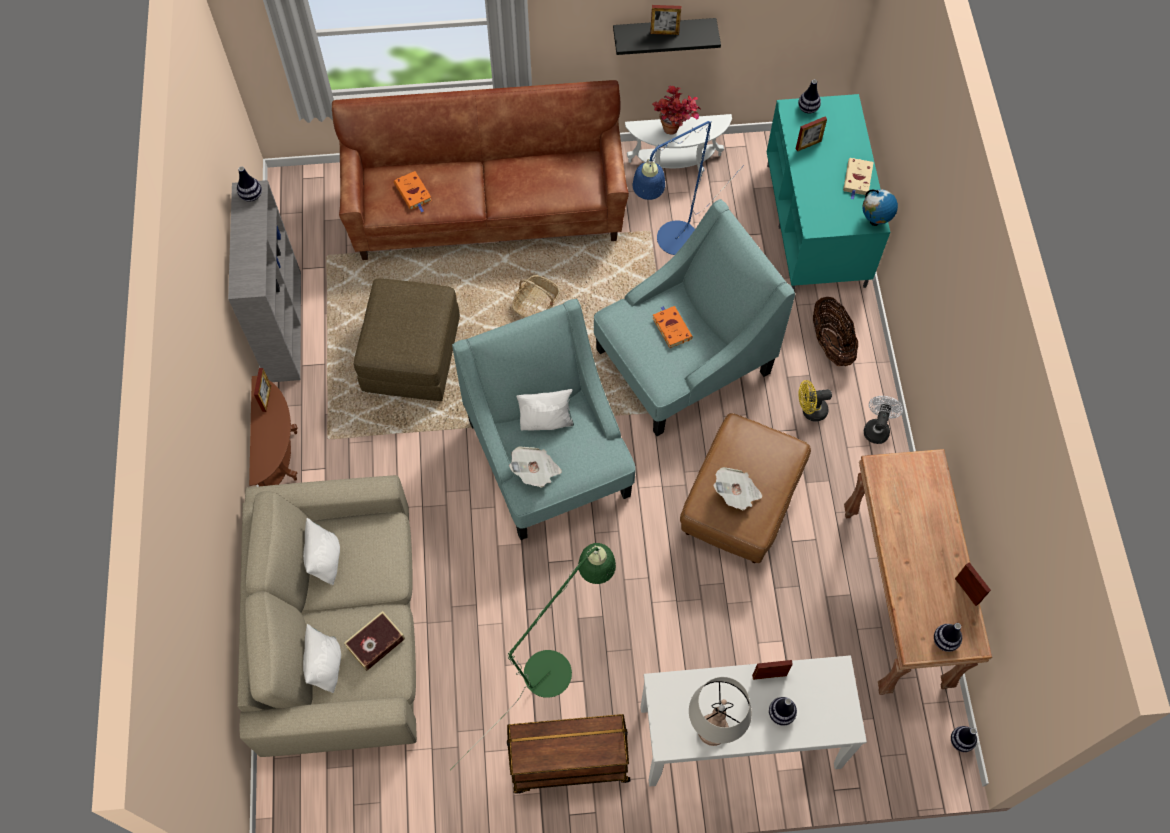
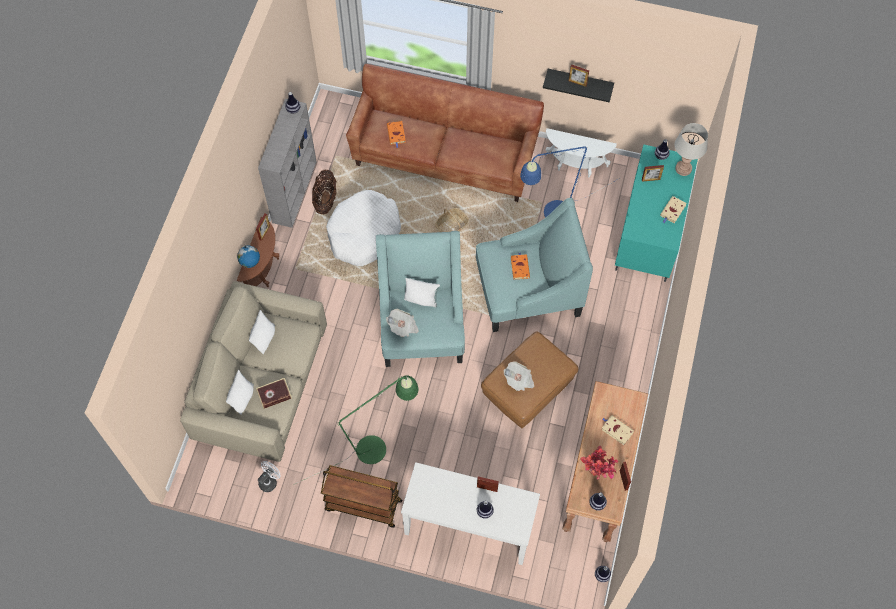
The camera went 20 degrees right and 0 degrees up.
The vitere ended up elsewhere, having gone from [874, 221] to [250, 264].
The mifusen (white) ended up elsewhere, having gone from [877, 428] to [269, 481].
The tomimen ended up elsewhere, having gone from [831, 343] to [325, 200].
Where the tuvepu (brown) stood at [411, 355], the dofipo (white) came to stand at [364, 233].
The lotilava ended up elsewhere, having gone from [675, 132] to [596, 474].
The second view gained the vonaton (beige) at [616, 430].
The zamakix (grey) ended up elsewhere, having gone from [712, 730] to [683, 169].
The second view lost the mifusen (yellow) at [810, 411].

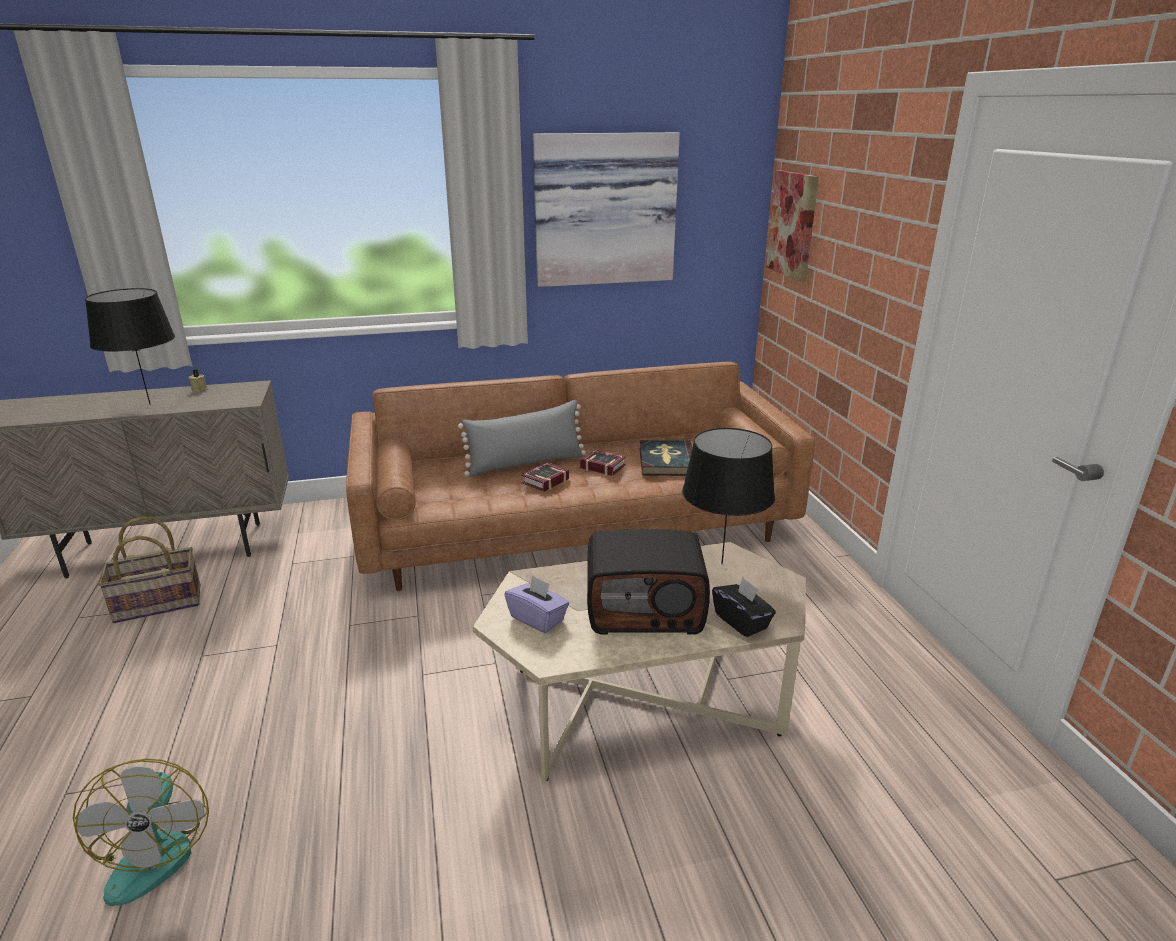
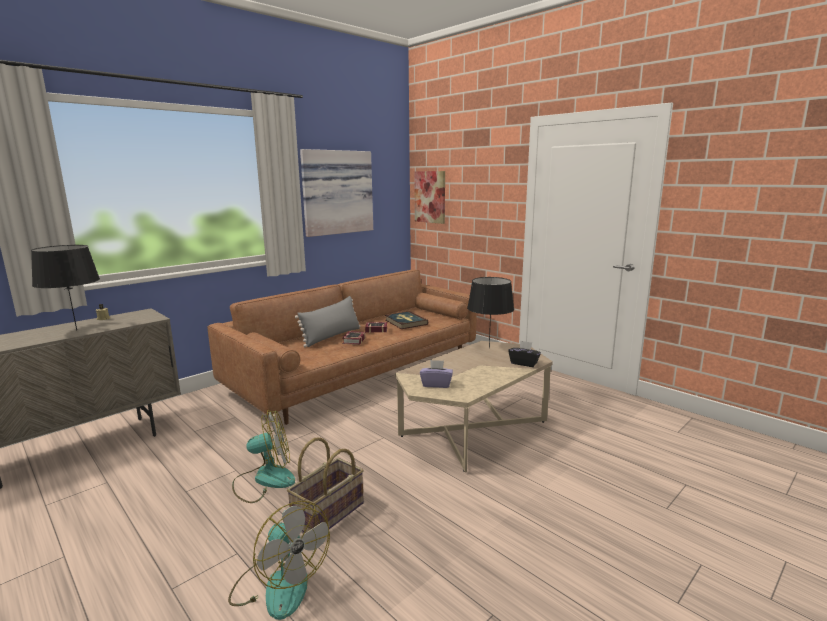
The camera went 30 degrees left and 10 degrees down.
The second view gained the mifusen at [264, 480].
The tomimen ended up elsewhere, having gone from [157, 604] to [329, 514].
The second view lost the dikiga at [645, 609].

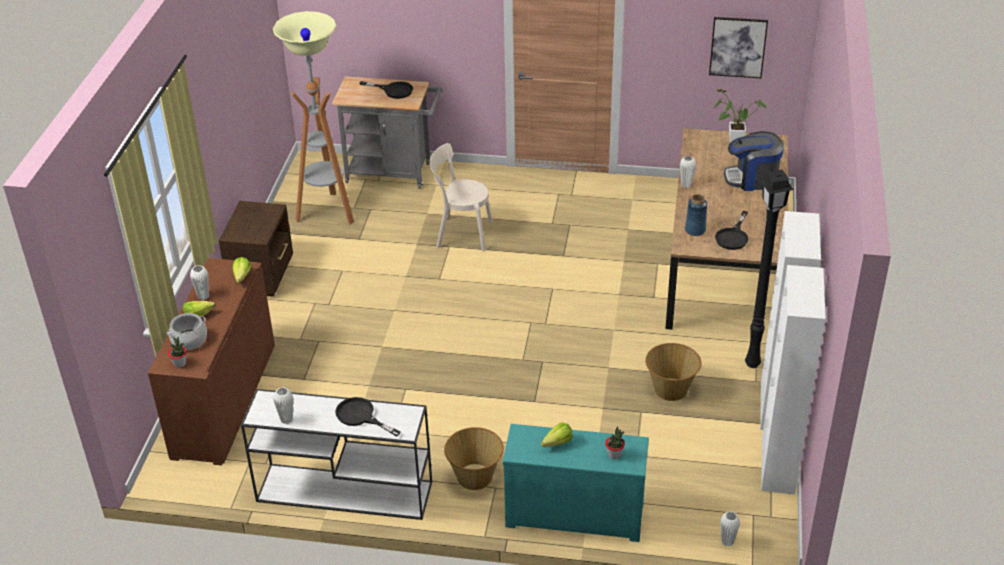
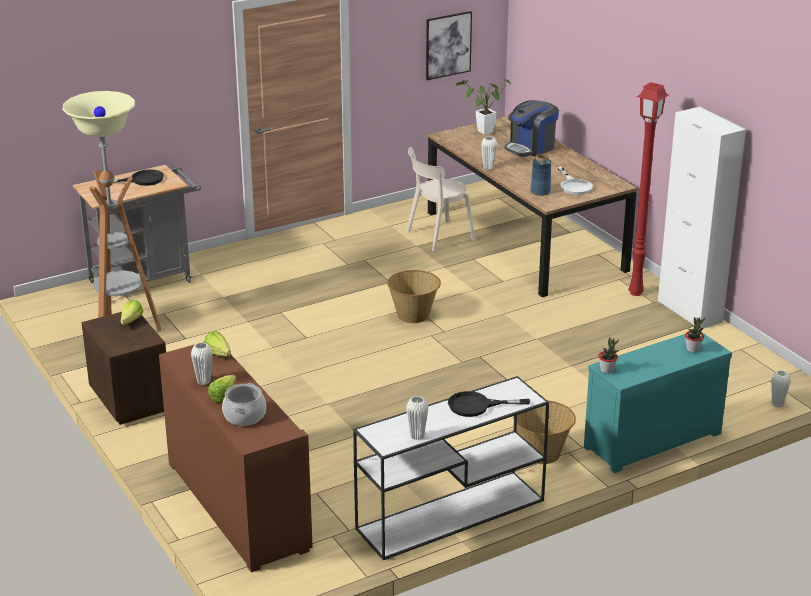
The camera went 40 degrees left and 10 degrees down.
The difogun ended up elsewhere, having gone from [555, 444] to [129, 323].
The tomimen ended up elsewhere, having gone from [670, 390] to [413, 315].
The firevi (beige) ended up elsewhere, having gone from [461, 234] to [437, 236].
What was the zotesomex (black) at [733, 236] turned into the zotesomex (white) at [574, 185].
The lotilava ended up elsewhere, having gone from [180, 364] to [607, 370].
What was the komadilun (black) at [753, 364] turned into the komadilun (red) at [637, 293].
The second view lost the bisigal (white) at [778, 465].

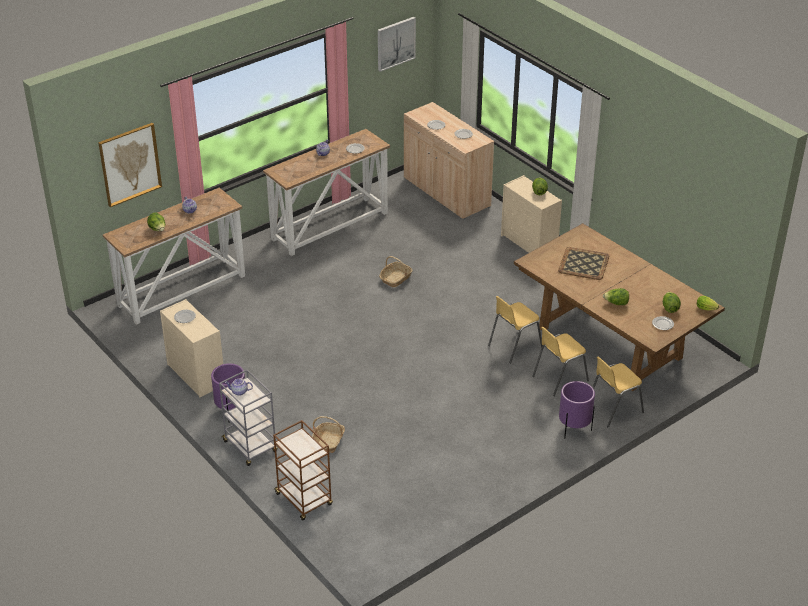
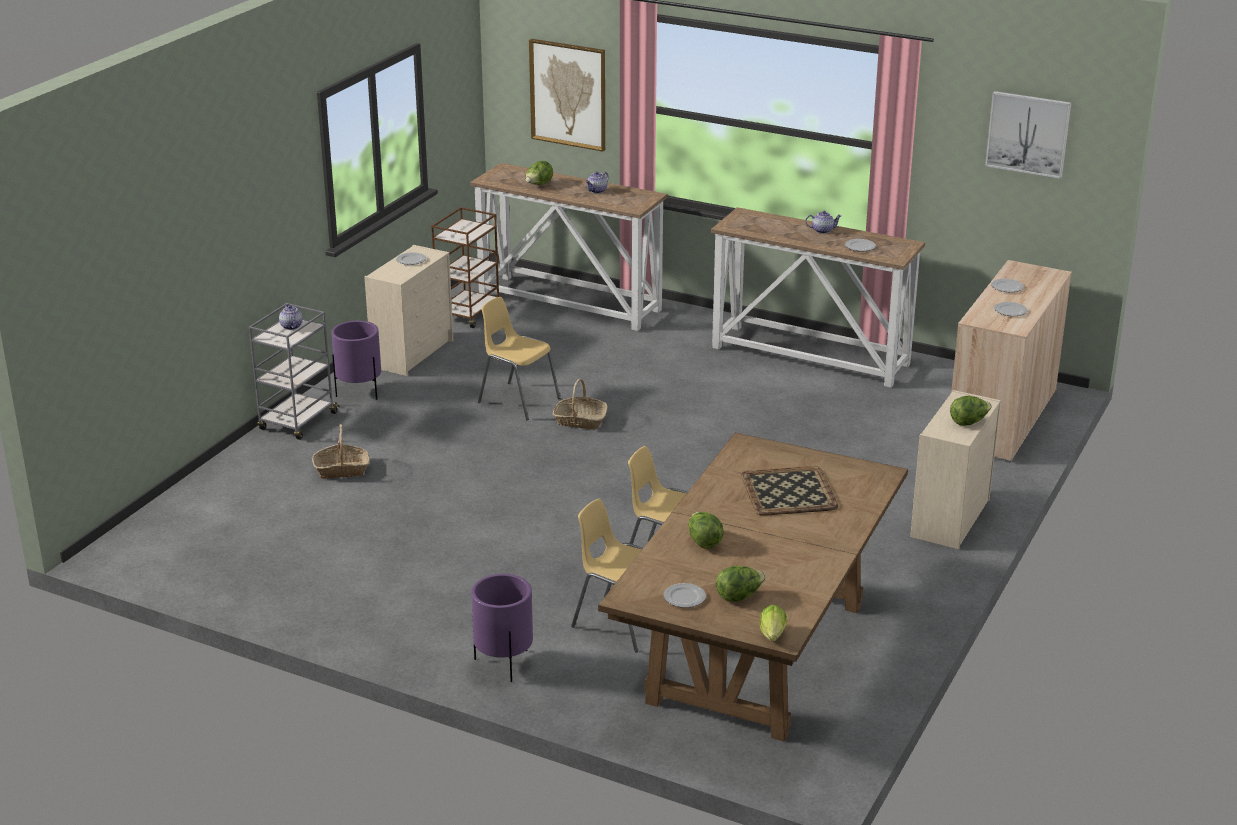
The camera went 65 degrees right and 10 degrees down.
The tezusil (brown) ended up elsewhere, having gone from [304, 500] to [468, 314].
The firevi (yellow) ended up elsewhere, having gone from [613, 409] to [518, 400].
The tomimen ended up elsewhere, having gone from [395, 278] to [580, 421].

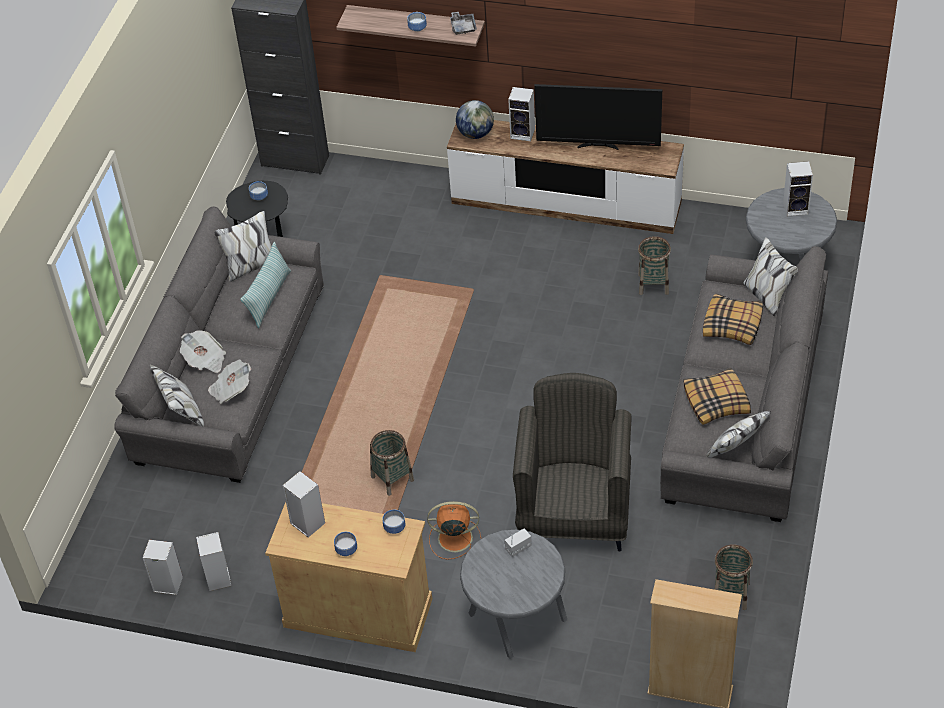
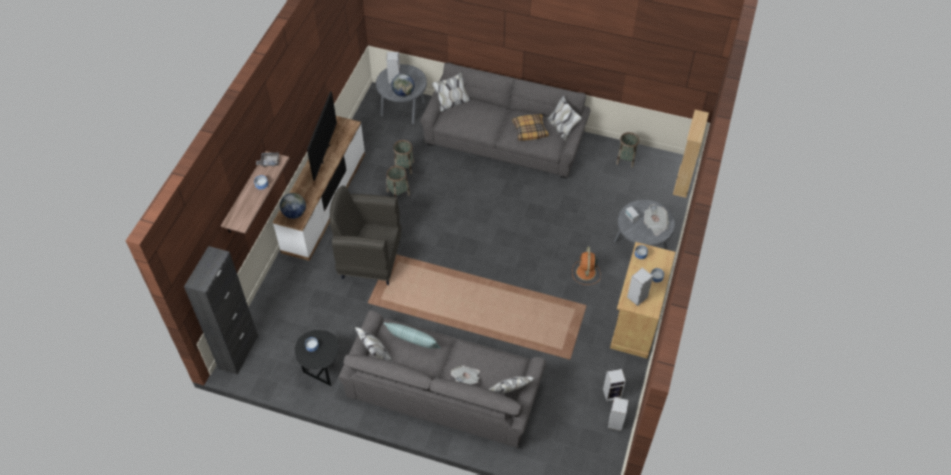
The camera went 90 degrees left and 5 degrees up.
The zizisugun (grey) ended up elsewhere, having gone from [574, 513] to [369, 259].
The tomimen ended up elsewhere, having gone from [392, 478] to [398, 193].
The second view gained the vitere at [403, 93].
The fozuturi ended up elsewhere, having gone from [231, 389] to [655, 224].
The second view lost the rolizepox at [523, 133].
The second view lost the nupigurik at [733, 325].

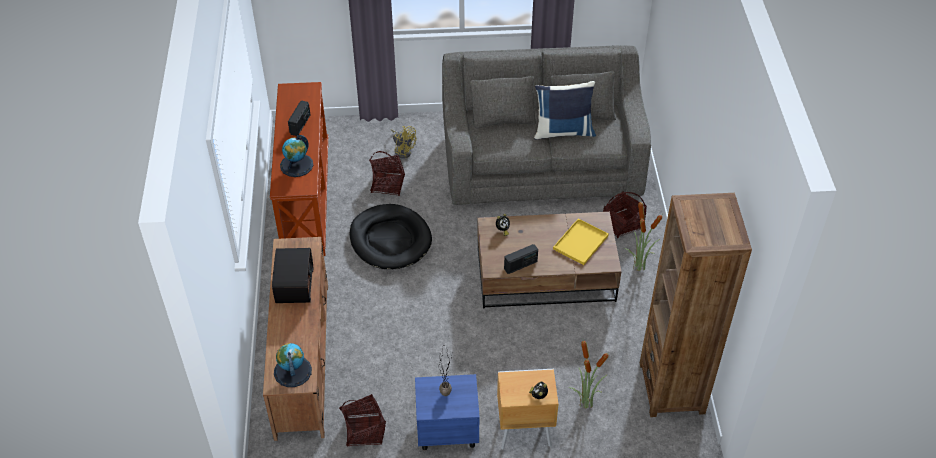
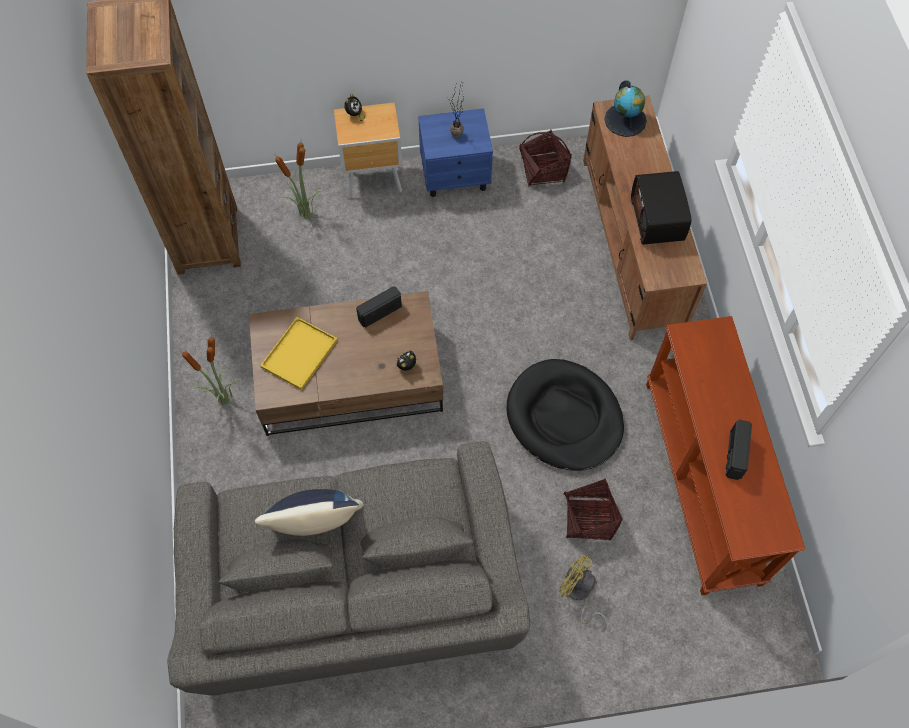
The camera went 175 degrees right and 15 degrees up.
The second view lost the vitere at [296, 165].
The second view lost the tomimen at [622, 224].

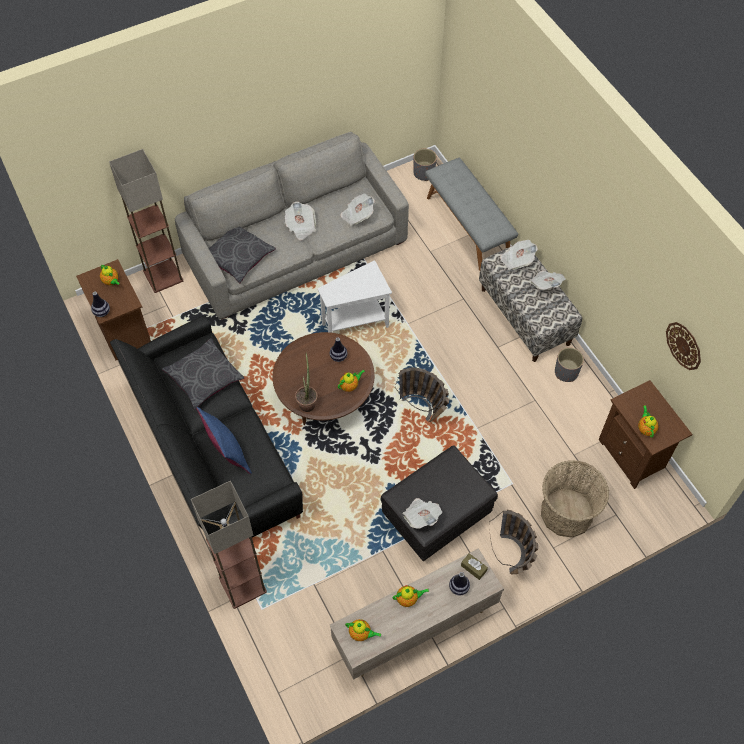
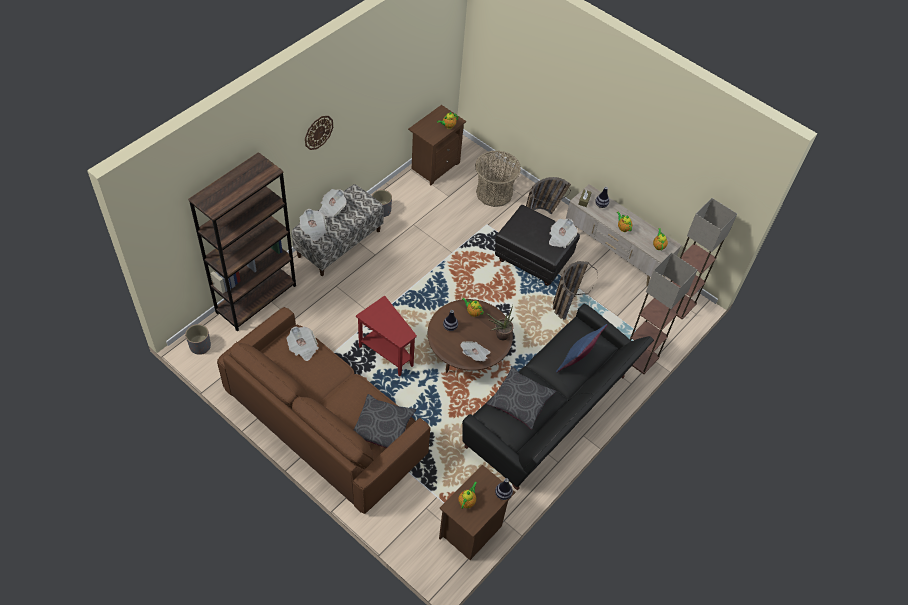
The camera went 115 degrees left and 5 degrees down.
Where the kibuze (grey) stood at [468, 226], the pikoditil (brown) came to stand at [256, 299].
What was the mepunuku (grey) at [295, 249] turned into the mepunuku (brown) at [324, 423].
The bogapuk ended up elsewhere, having gone from [684, 345] to [318, 132].
What was the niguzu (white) at [357, 321] turned into the niguzu (red) at [386, 352].
The fozuturi ended up elsewhere, having gone from [301, 227] to [475, 355].
The tomimen ended up elsewhere, having gone from [424, 412] to [567, 302].
The komadilun ended up elsewhere, having gone from [163, 275] to [677, 304].

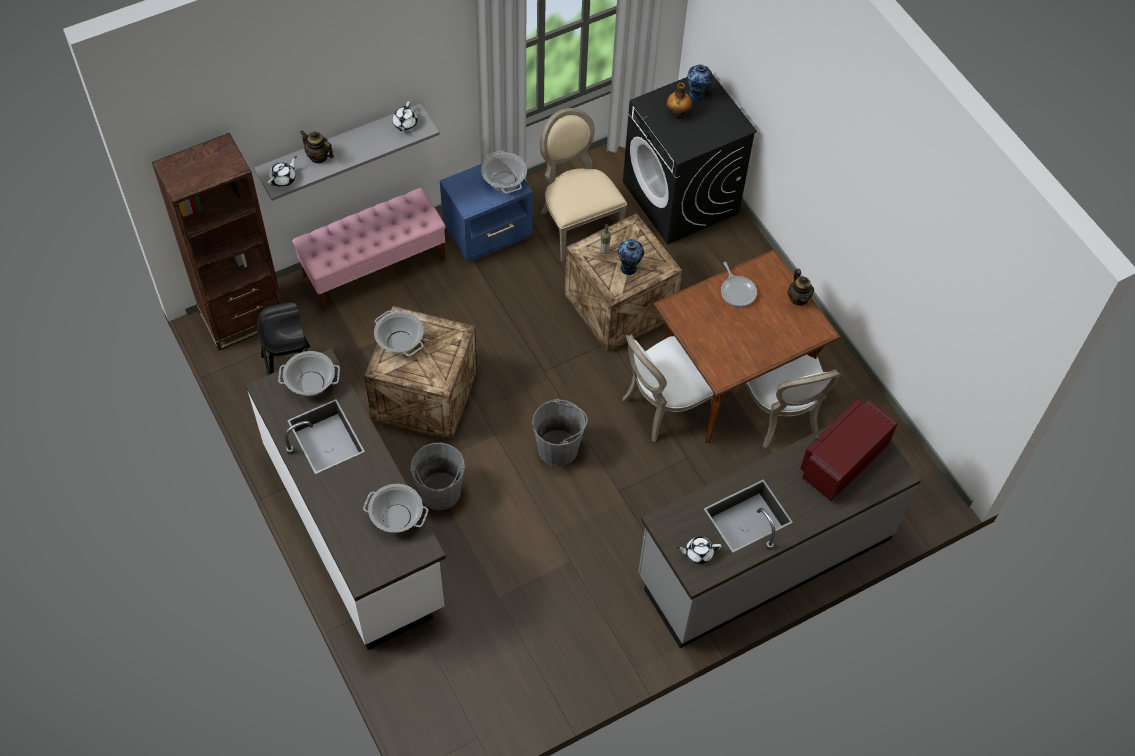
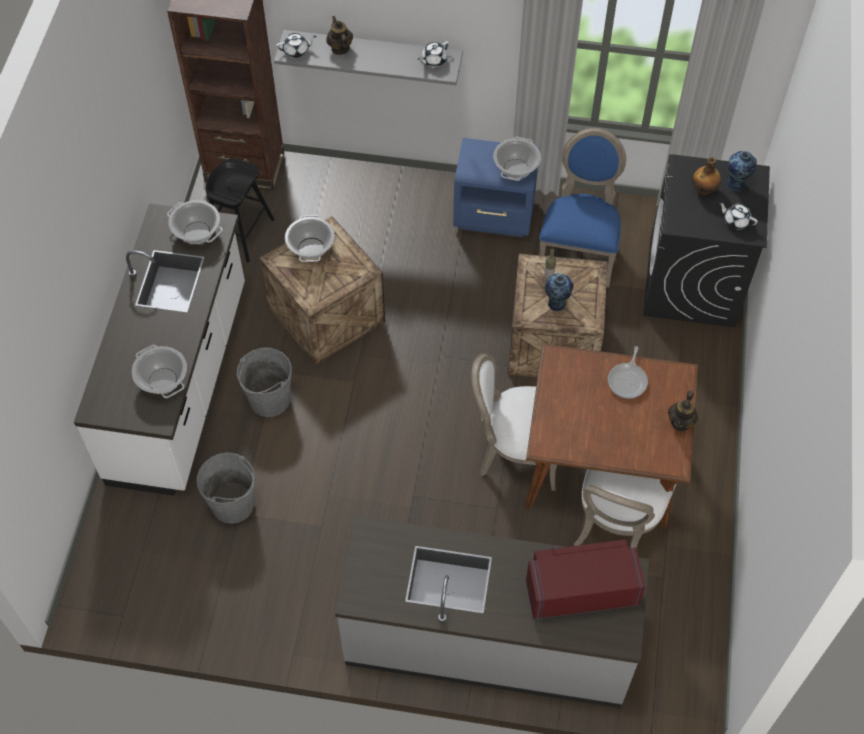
The camera went 40 degrees right and 0 degrees up.
The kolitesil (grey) ended up elsewhere, having gone from [558, 448] to [233, 504].
What was the firevi (beige) at [577, 223] turned into the firevi (blue) at [578, 251].
The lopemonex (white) ended up elsewhere, having gone from [698, 553] to [736, 221].
The second view lost the kibuze (pink) at [374, 267].

